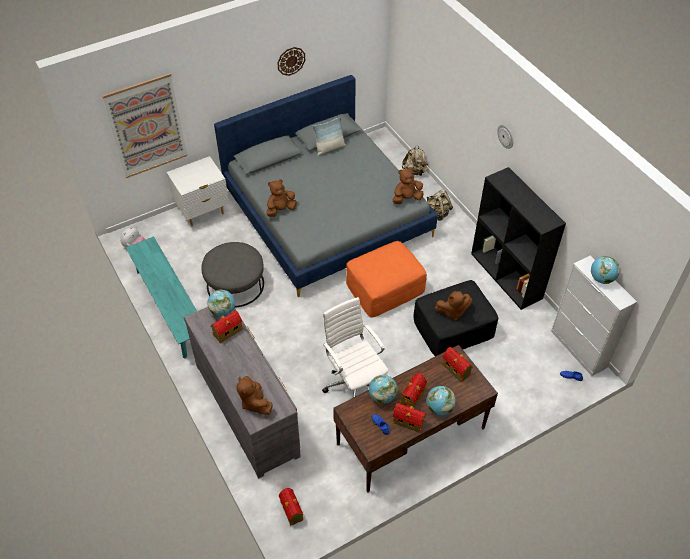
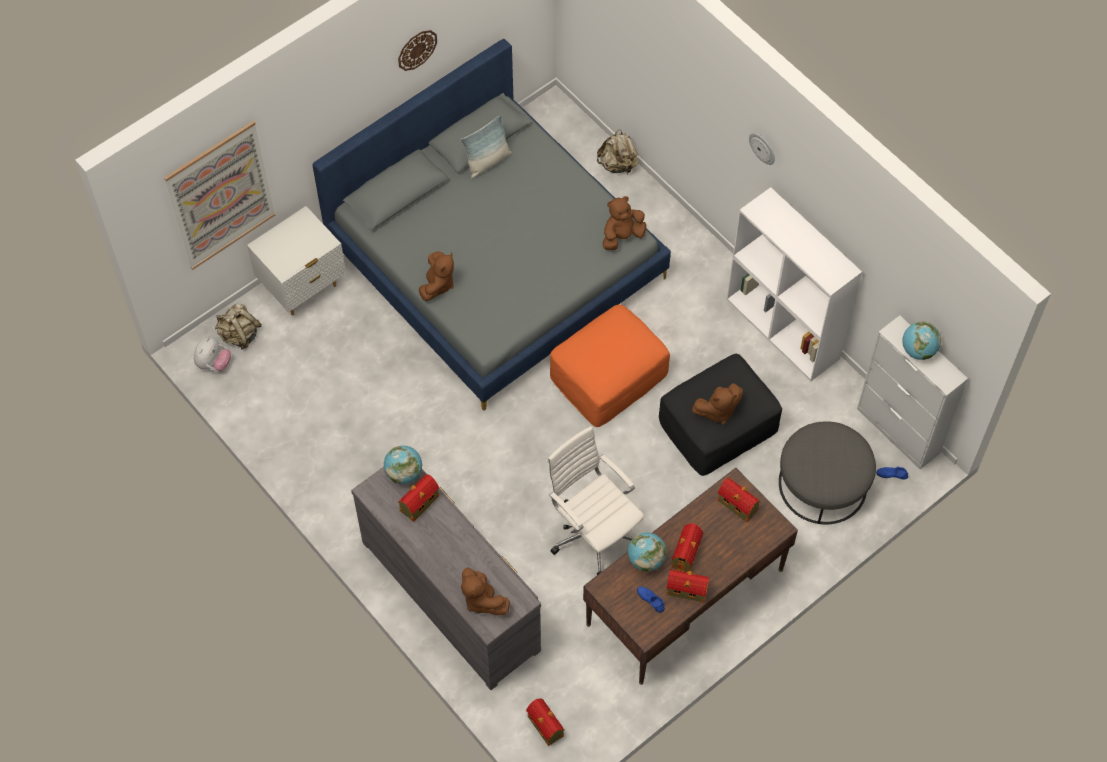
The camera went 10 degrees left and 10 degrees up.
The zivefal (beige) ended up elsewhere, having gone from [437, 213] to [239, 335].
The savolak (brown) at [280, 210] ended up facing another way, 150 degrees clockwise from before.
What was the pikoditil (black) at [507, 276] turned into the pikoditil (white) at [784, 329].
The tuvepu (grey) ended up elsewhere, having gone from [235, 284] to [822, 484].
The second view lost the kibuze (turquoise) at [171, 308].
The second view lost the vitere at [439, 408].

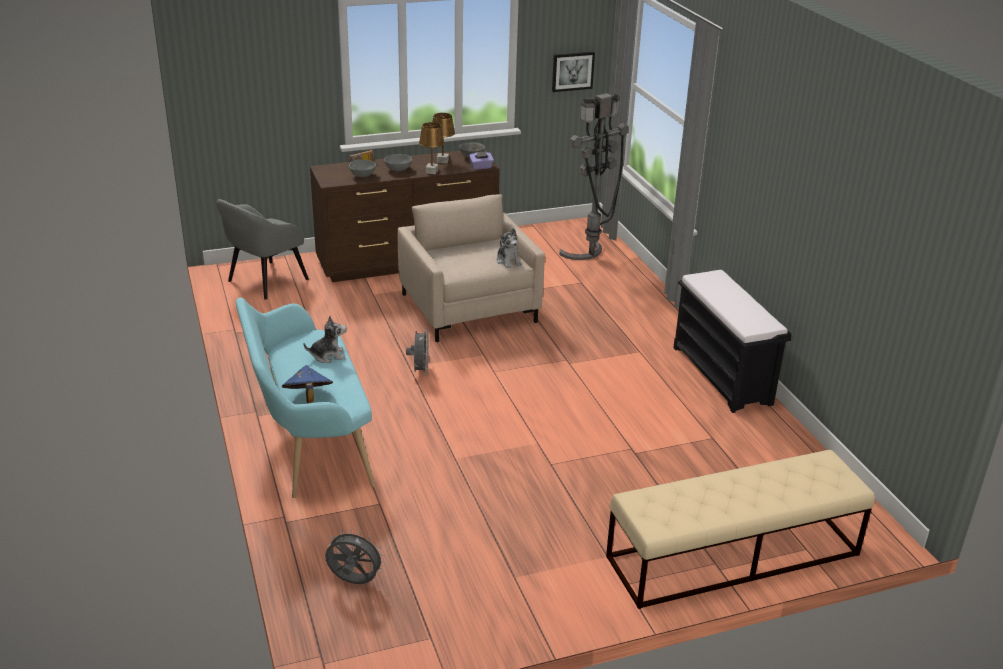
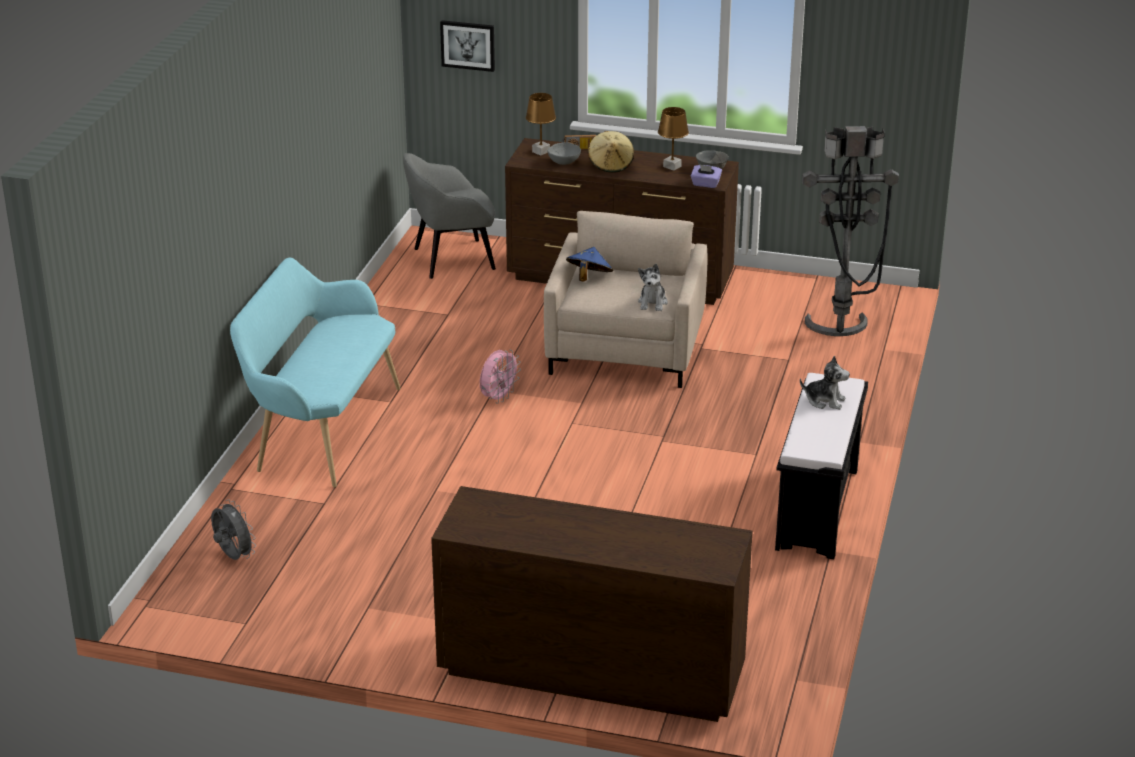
The camera went 35 degrees right and 0 degrees up.
Where the kibuze (beige) stood at [732, 556], the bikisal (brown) came to stand at [589, 672].
The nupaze ended up elsewhere, having gone from [572, 71] to [468, 45].
What was the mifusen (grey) at [420, 371] turned into the mifusen (pink) at [498, 398].
The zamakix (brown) ended up elsewhere, having gone from [432, 171] to [541, 152].
The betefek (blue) ended up elsewhere, having gone from [308, 397] to [589, 278].
Where the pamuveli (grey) stood at [398, 169], the betefek (beige) came to stand at [611, 165].
The savolak ended up elsewhere, having gone from [328, 356] to [825, 401].

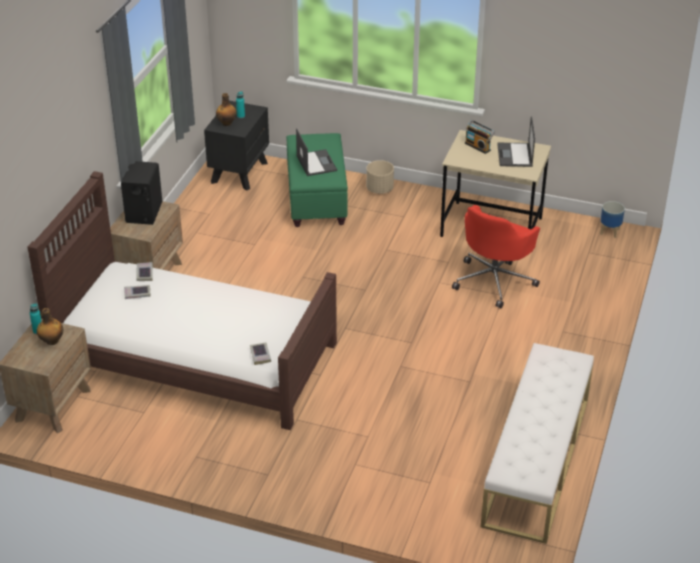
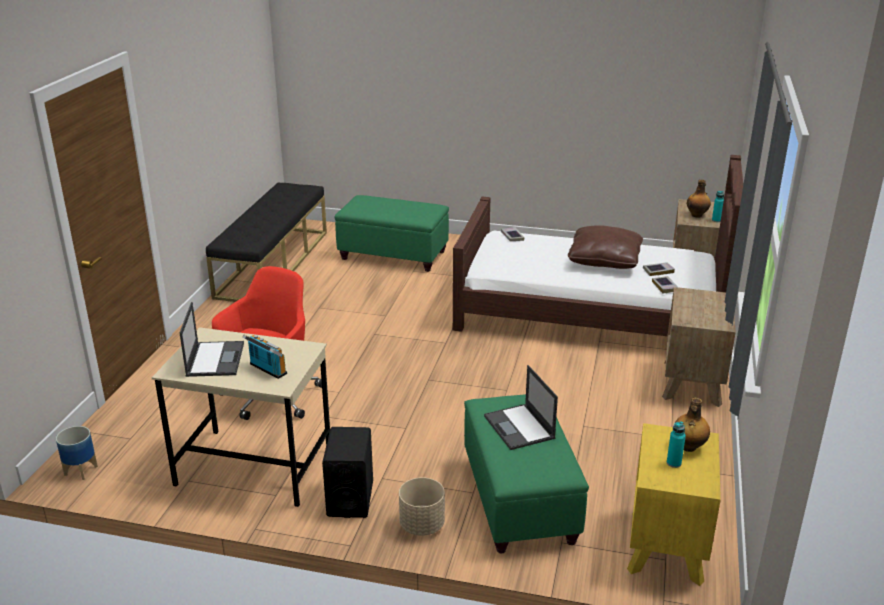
The camera went 175 degrees right and 10 degrees down.
What was the kibuze (white) at [536, 461] turned into the kibuze (black) at [273, 263].
The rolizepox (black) ended up elsewhere, having gone from [144, 213] to [350, 498].
The second view gained the tuvepu (green) at [394, 255].
The second view gained the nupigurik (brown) at [604, 260].
What was the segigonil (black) at [239, 172] turned into the segigonil (yellow) at [667, 546].

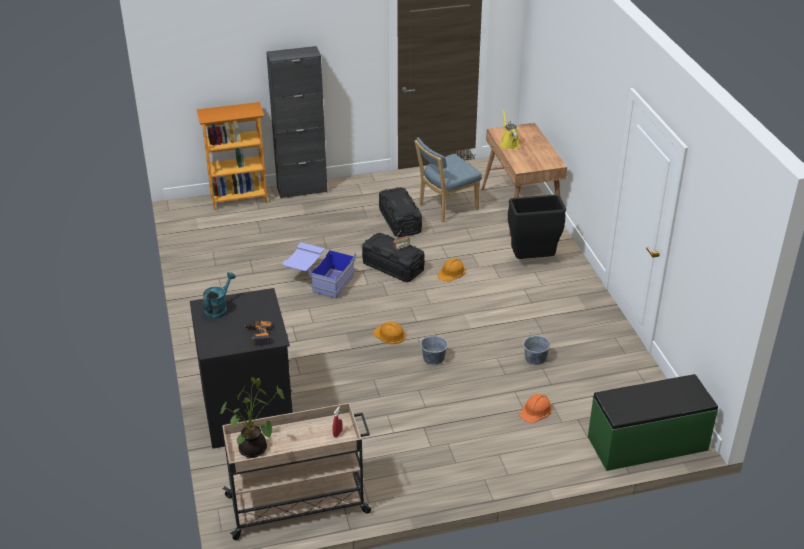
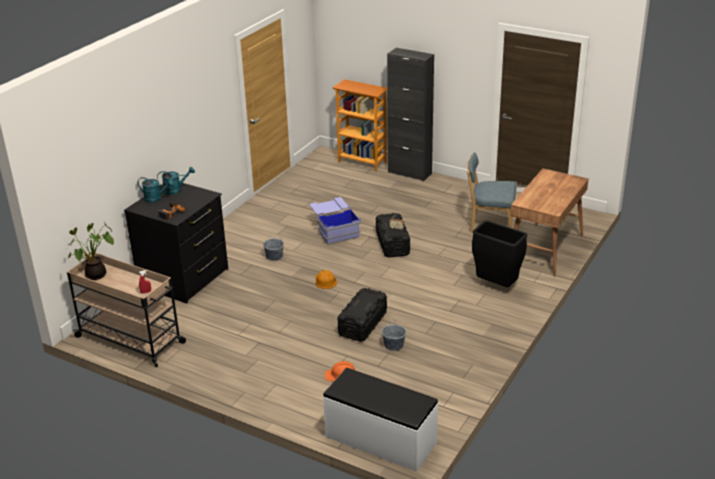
The camera went 45 degrees right and 5 degrees down.
The second view gained the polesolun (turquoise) at [156, 198].
The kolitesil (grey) ended up elsewhere, having gone from [433, 358] to [274, 256].
What was the kibuze (green) at [648, 444] turned into the kibuze (white) at [380, 440].
The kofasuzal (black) ended up elsewhere, having gone from [400, 221] to [363, 324].
The second view lost the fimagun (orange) at [451, 272].
The second view lost the polesolun (yellow) at [509, 144].

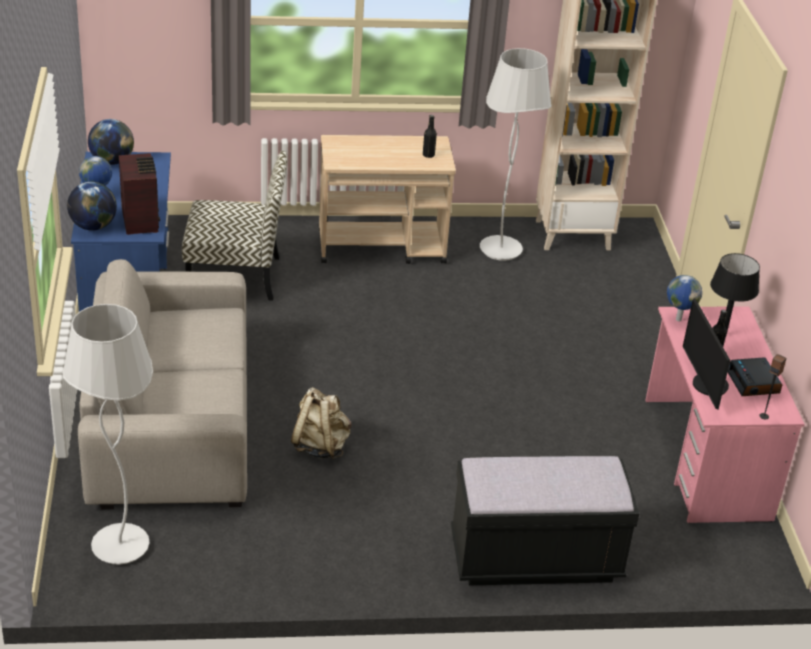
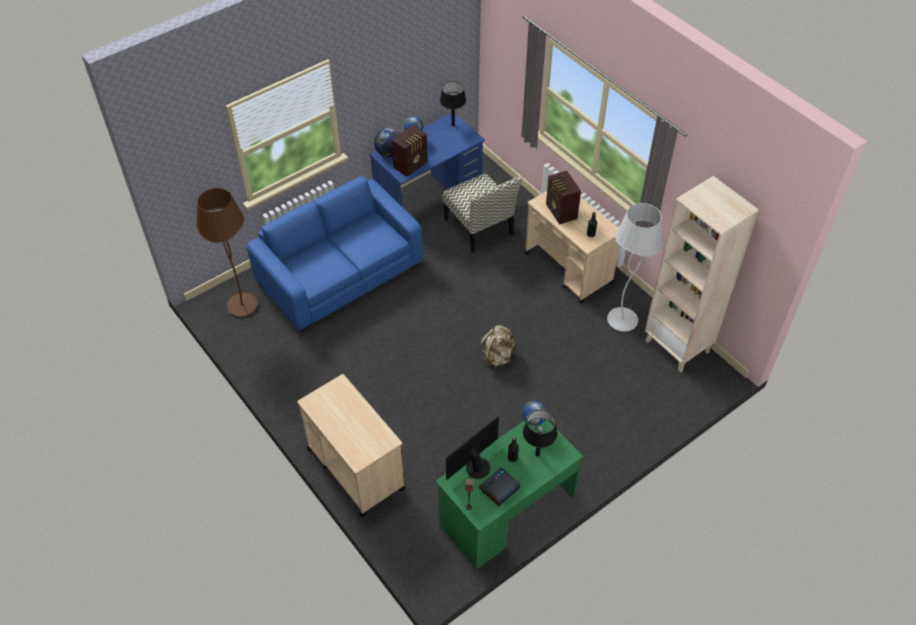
The camera went 60 degrees right and 15 degrees up.
What was the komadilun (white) at [120, 547] turned into the komadilun (brown) at [242, 306].
What was the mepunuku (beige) at [170, 423] turned into the mepunuku (blue) at [339, 272].
Where the kibuze (black) stood at [535, 558], the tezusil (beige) came to stand at [355, 468].
What was the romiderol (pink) at [706, 459] turned into the romiderol (green) at [507, 511].
Where the vitere stood at [112, 161], the zamakix (black) came to stand at [453, 125].
The zivefal (beige) ended up elsewhere, having gone from [320, 446] to [497, 357].
The second view gained the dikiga at [561, 212].

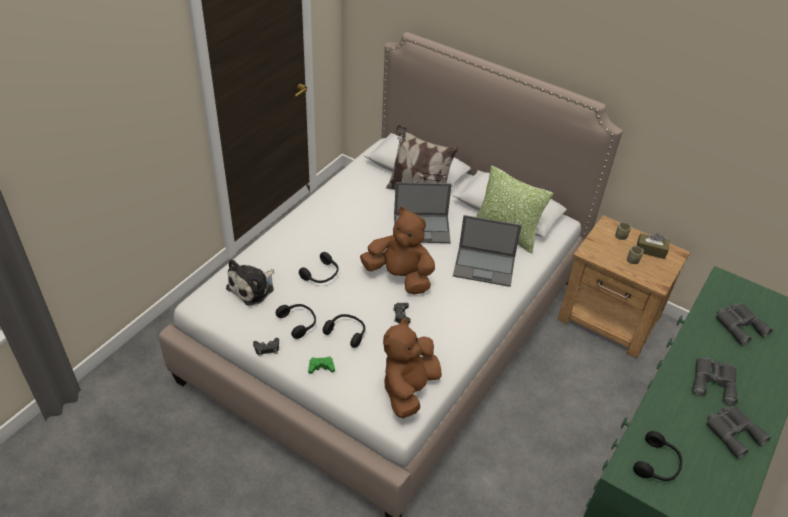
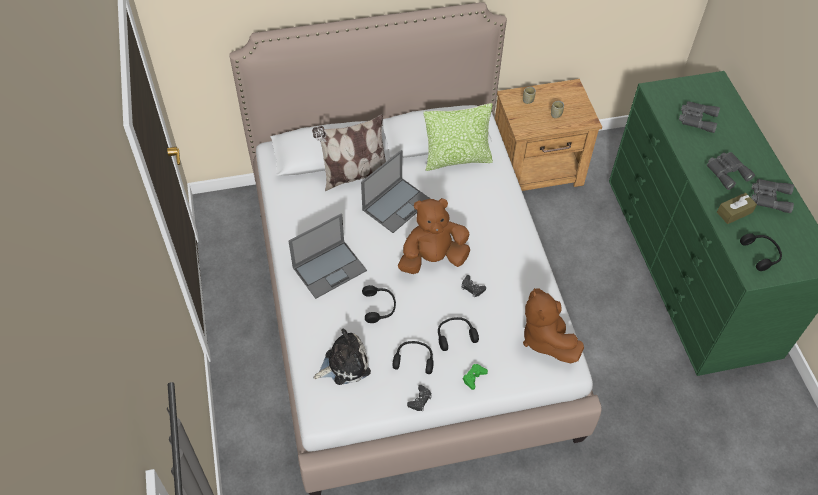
The camera went 45 degrees left and 10 degrees up.
The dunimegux ended up elsewhere, having gone from [485, 266] to [330, 268].
The savolak at [253, 288] ended up facing another way, 105 degrees counterclockwise from before.
The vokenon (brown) ended up elsewhere, having gone from [650, 250] to [734, 212].

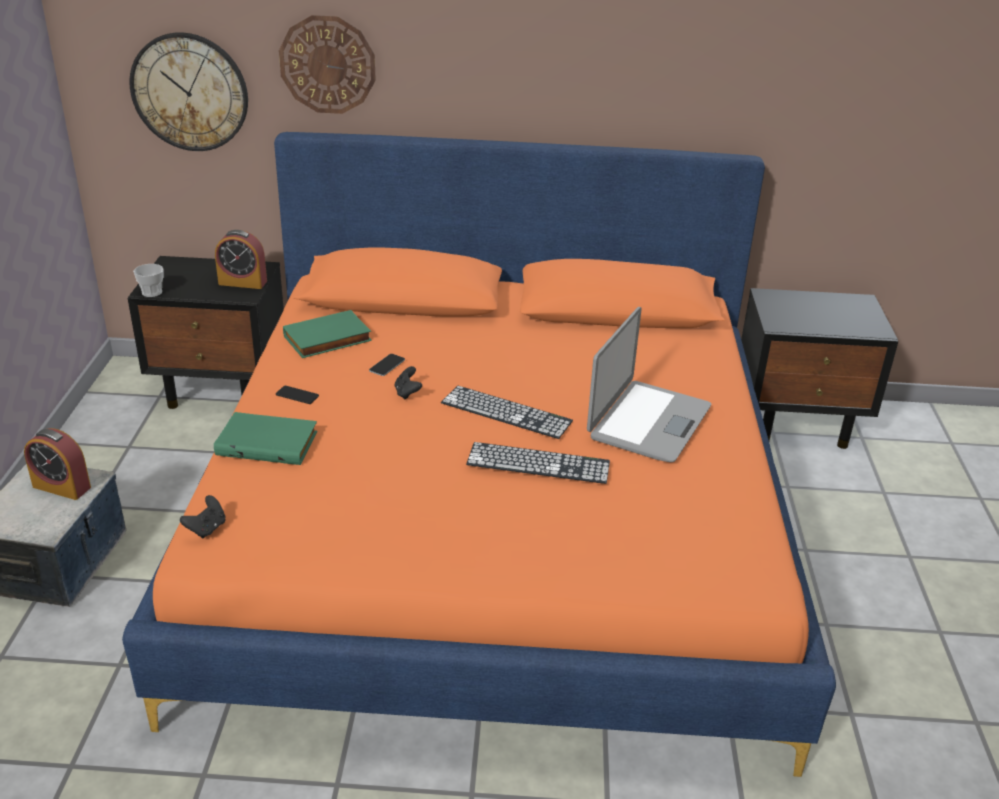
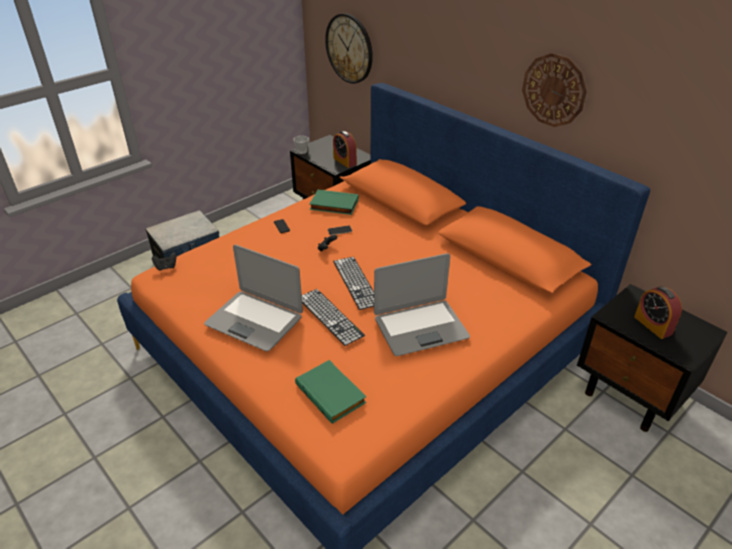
The camera went 45 degrees right and 5 degrees up.
The second view gained the dunimegux at [255, 320].
The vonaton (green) ended up elsewhere, having gone from [268, 442] to [332, 393].
The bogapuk ended up elsewhere, having gone from [327, 65] to [554, 90].
The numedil ended up elsewhere, having gone from [61, 487] to [653, 325].

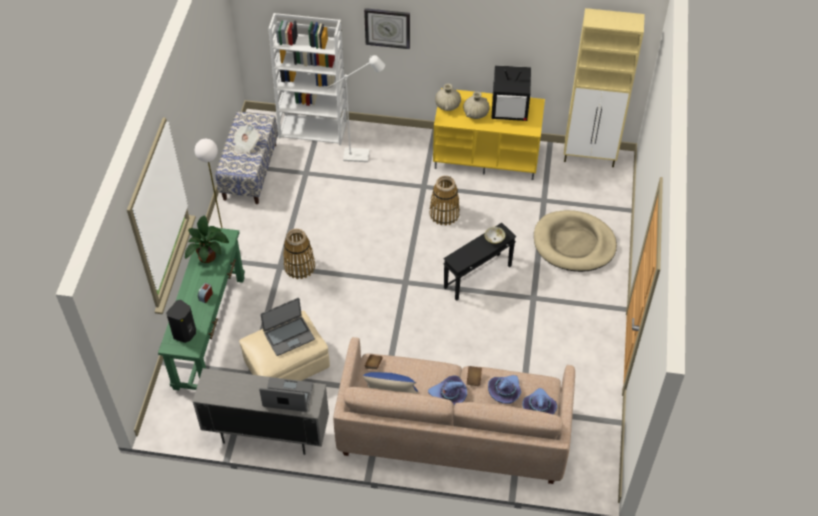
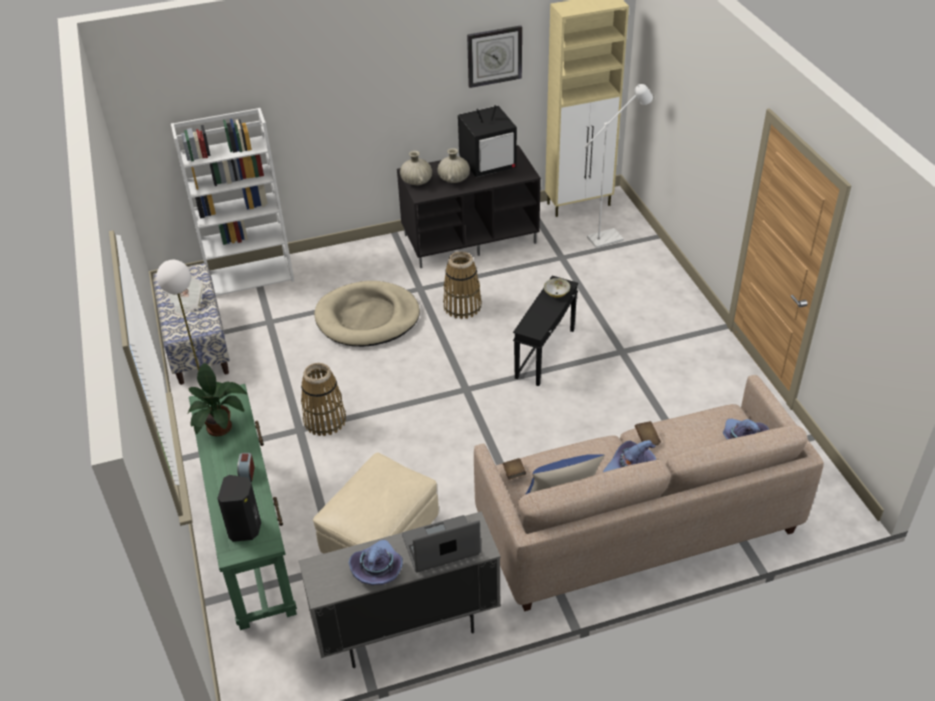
The camera went 25 degrees left and 10 degrees down.
The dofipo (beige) ended up elsewhere, having gone from [574, 244] to [367, 318].
The betefek (purple) ended up elsewhere, having gone from [505, 391] to [377, 568].
What was the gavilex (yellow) at [487, 156] turned into the gavilex (black) at [470, 238].
The bogapuk ended up elsewhere, having gone from [387, 28] to [494, 56].
The komadilun (white) ended up elsewhere, having gone from [361, 155] to [610, 237].
The second view lost the dunimegux at [289, 336].

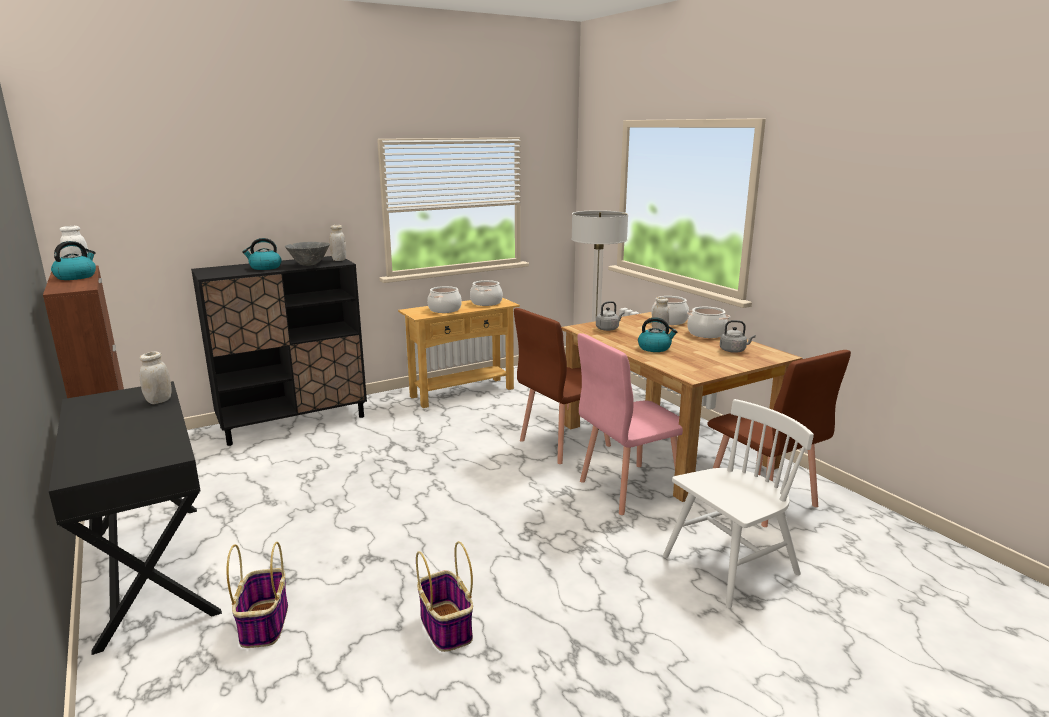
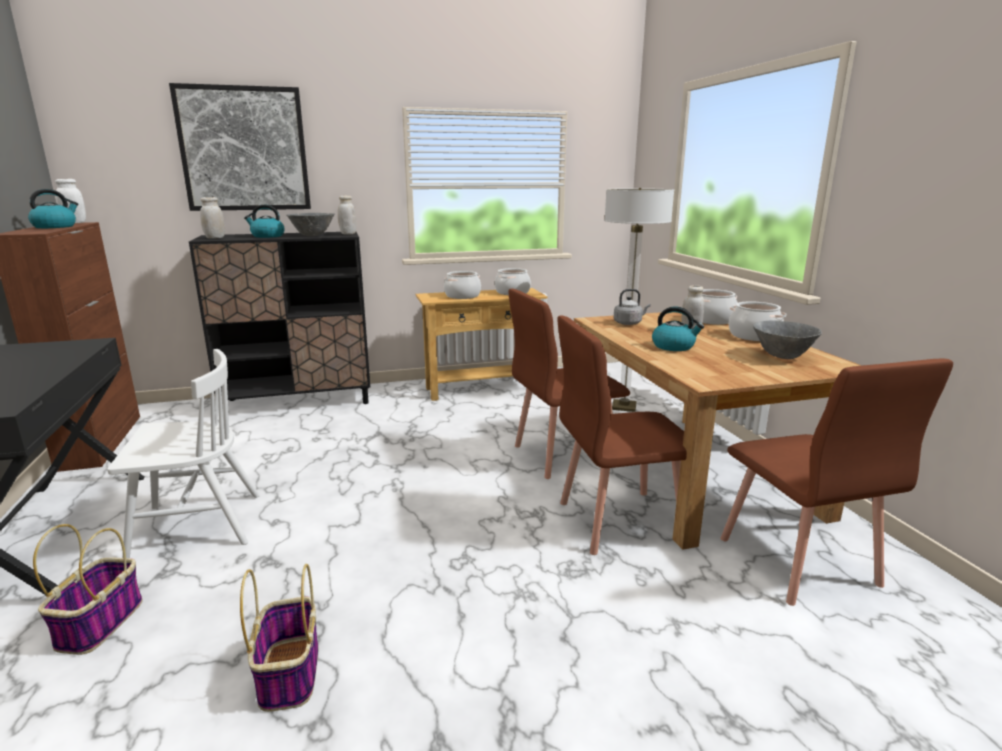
The camera went 15 degrees right and 0 degrees up.
The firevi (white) ended up elsewhere, having gone from [730, 566] to [196, 525].
The second view gained the nupaze at [244, 149].
The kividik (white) ended up elsewhere, having gone from [159, 401] to [215, 238].
What was the firevi (pink) at [629, 488] turned into the firevi (brown) at [618, 520].
Where the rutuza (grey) stood at [734, 350], the pamuveli (grey) came to stand at [782, 357].

